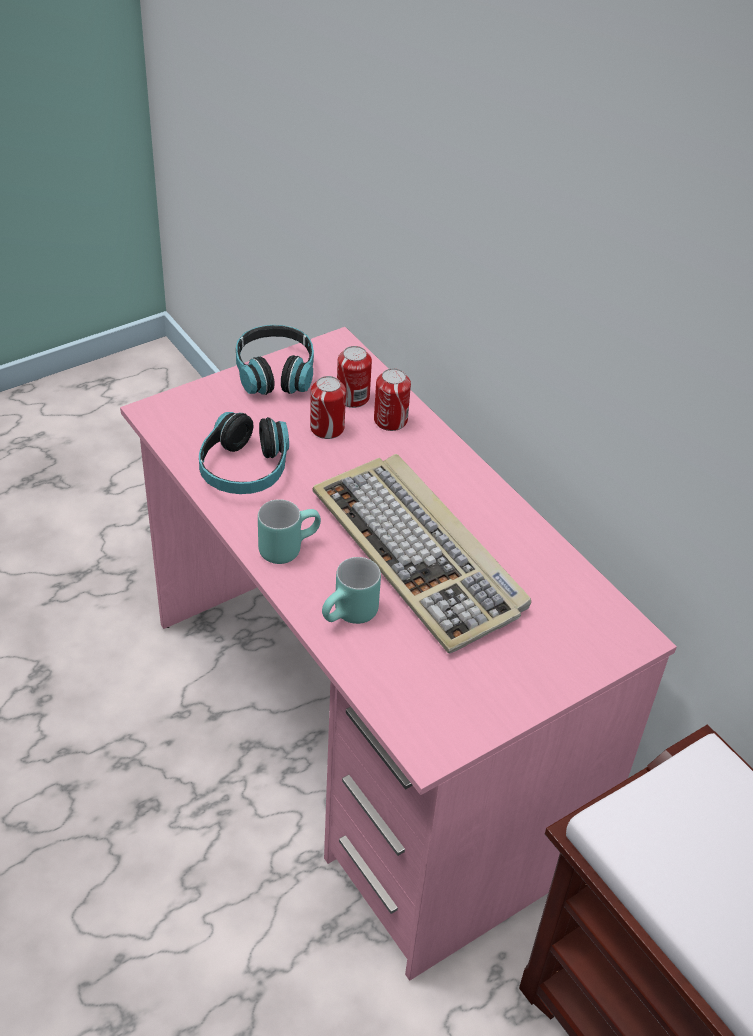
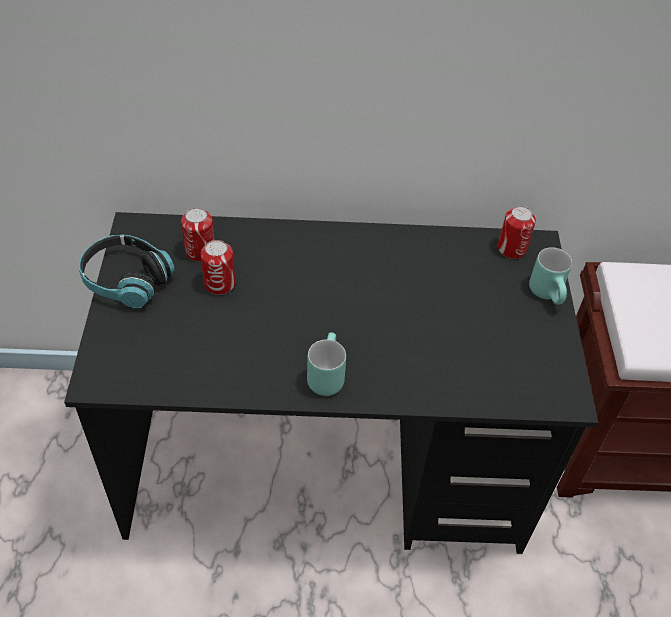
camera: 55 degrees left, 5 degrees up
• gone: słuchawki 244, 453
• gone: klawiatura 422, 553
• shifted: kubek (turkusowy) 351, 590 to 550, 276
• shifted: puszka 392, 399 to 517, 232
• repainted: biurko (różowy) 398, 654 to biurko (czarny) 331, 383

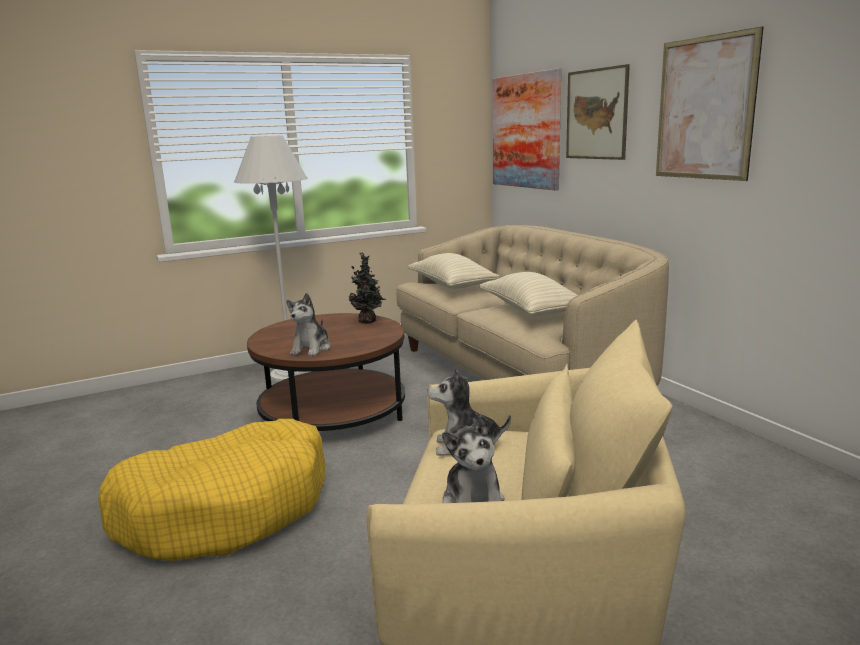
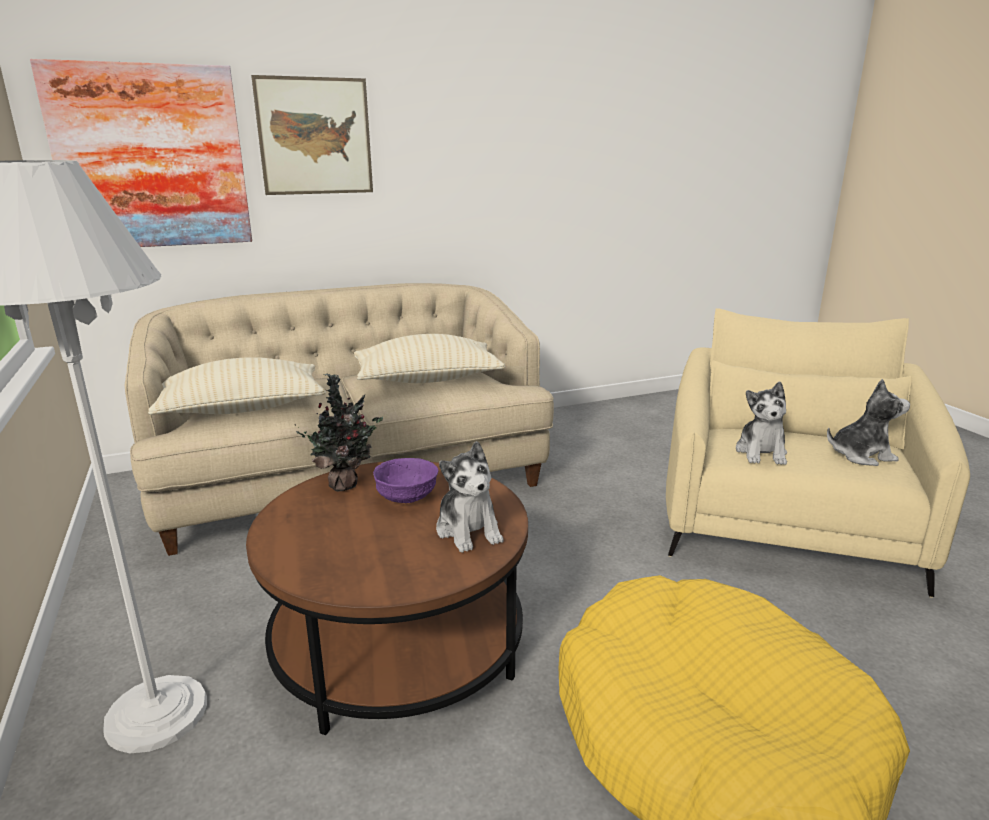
camera: 85 degrees left, 5 degrees up
• gone: obraz 710, 104
• new: miska (fioletowy) 406, 480
• rotated: pluszak 308, 324 = 470, 497 45 degrees clockwise

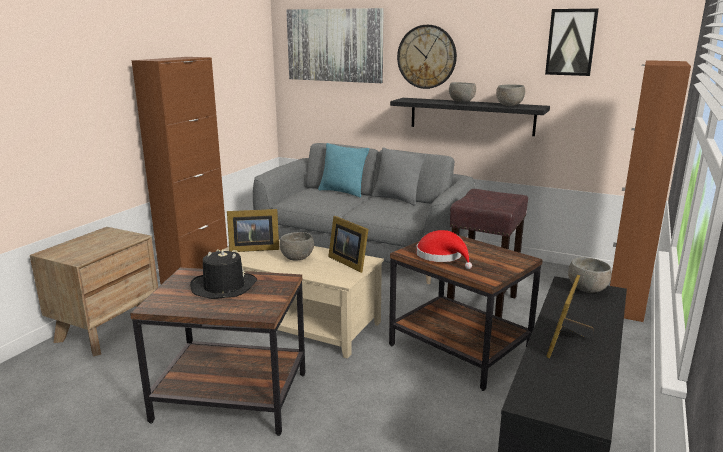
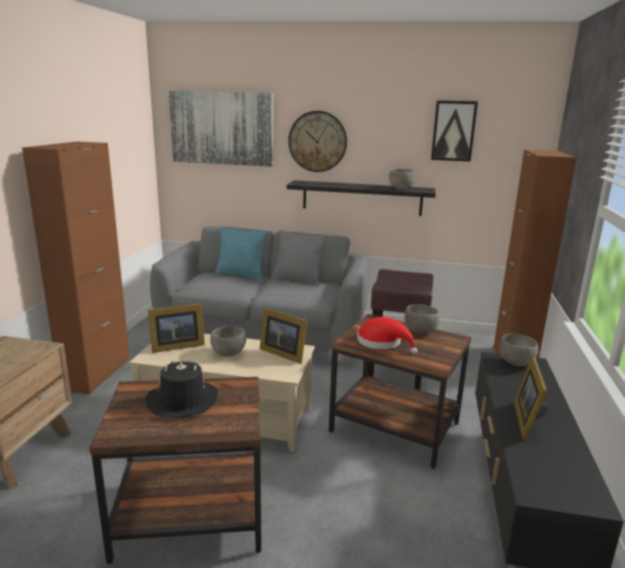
camera: 15 degrees left, 0 degrees up
• shifted: miska (szary) 462, 92 to 422, 319

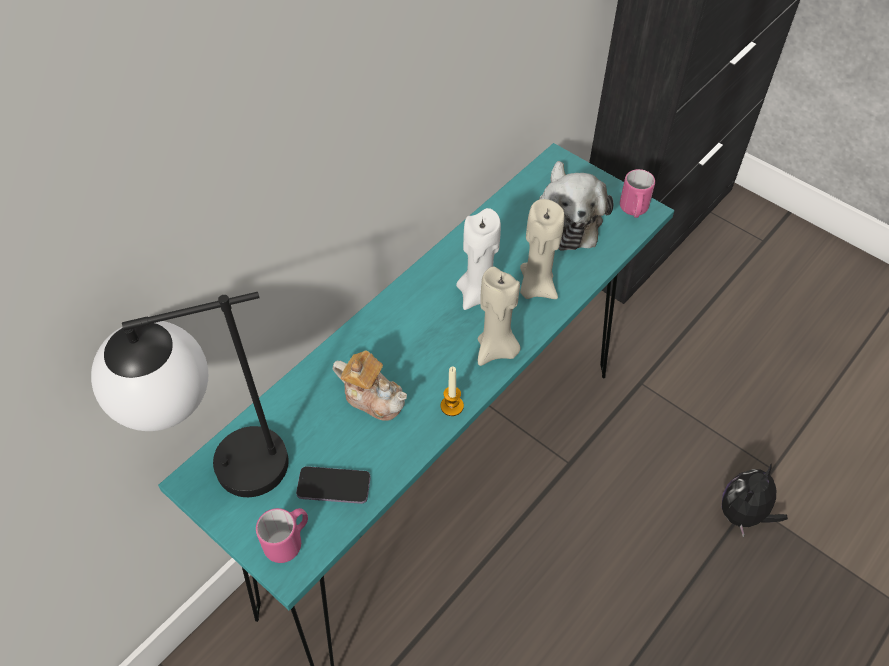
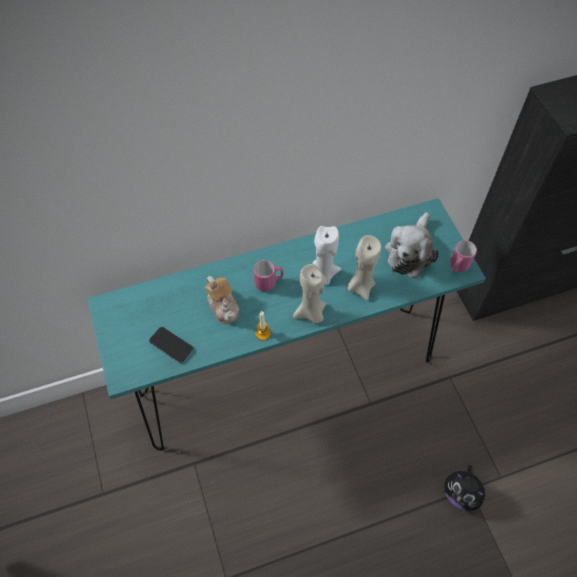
camera: 30 degrees right, 5 degrees up
• gone: lampa stołowa 189, 394
• shifted: kubek (różowy) 282, 535 to 268, 275
• rotated: pluszak 755, 500 = 466, 488 120 degrees counterclockwise

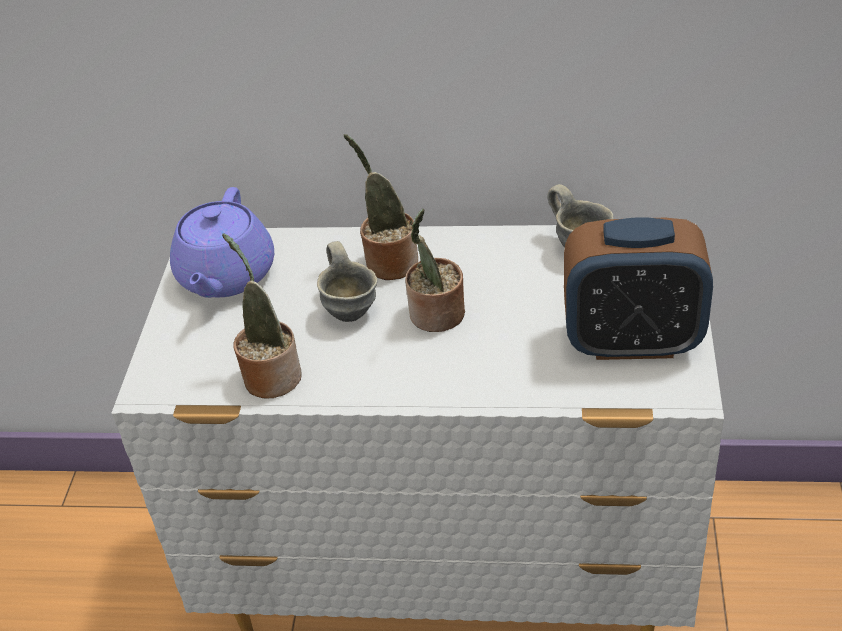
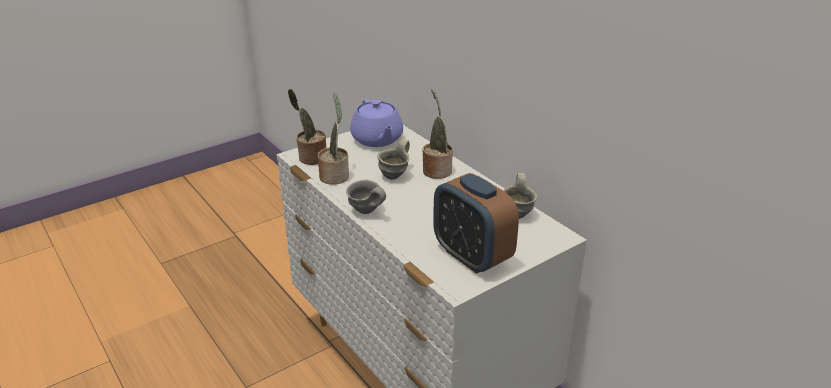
camera: 45 degrees right, 10 degrees down
• new: kubek (szary) 366, 197
• shifted: roślina doniczkowa 435, 270 to 307, 127
• rotated: imbryk (fioletowy) 222, 242 = 376, 123 75 degrees counterclockwise

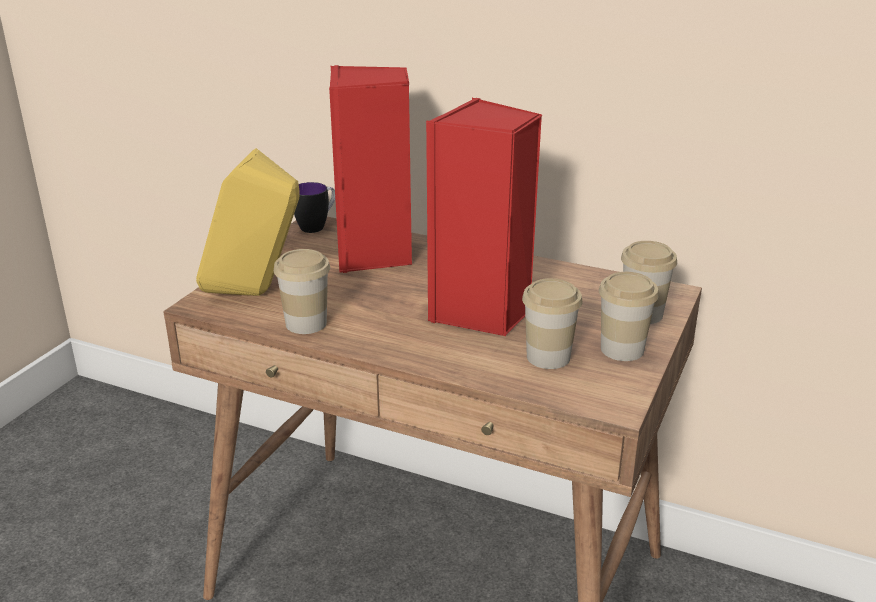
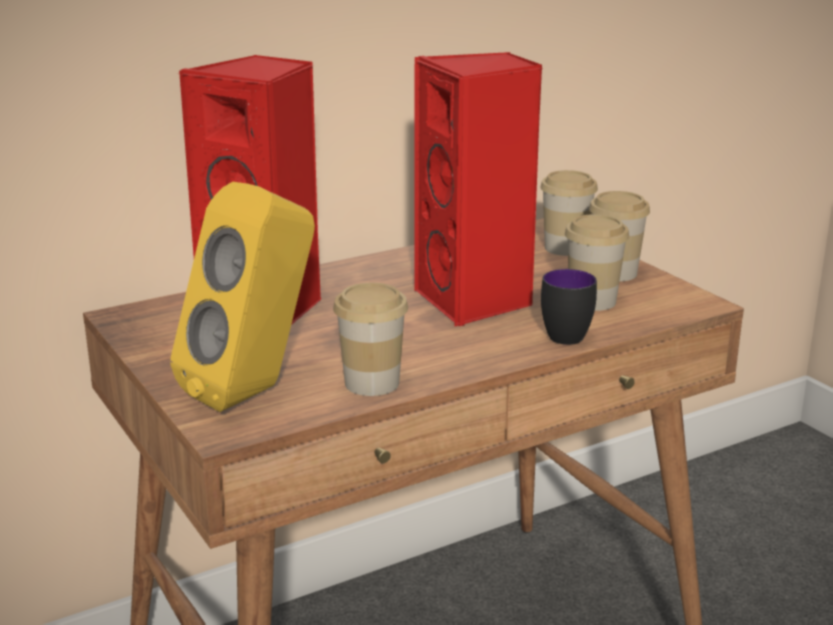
camera: 55 degrees left, 5 degrees down
• shifted: kubek 314, 207 to 569, 307

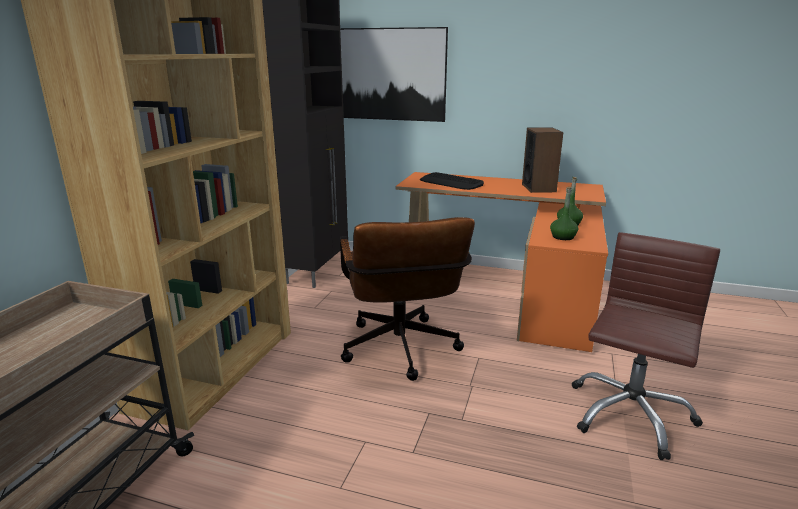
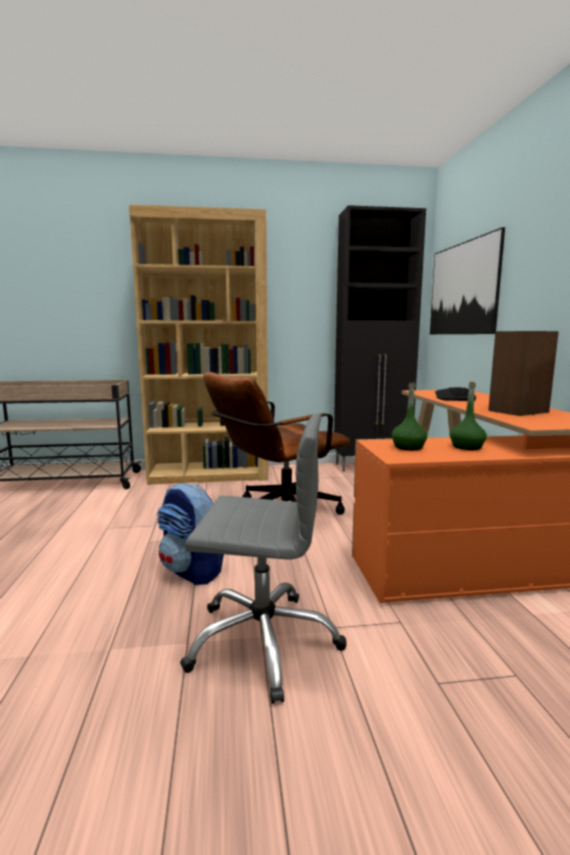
camera: 65 degrees right, 10 degrees down
• new: plecak 190, 534
• repainted: krzesło biurowe (brązowy) 646, 346 to krzesło biurowe (szary) 263, 558

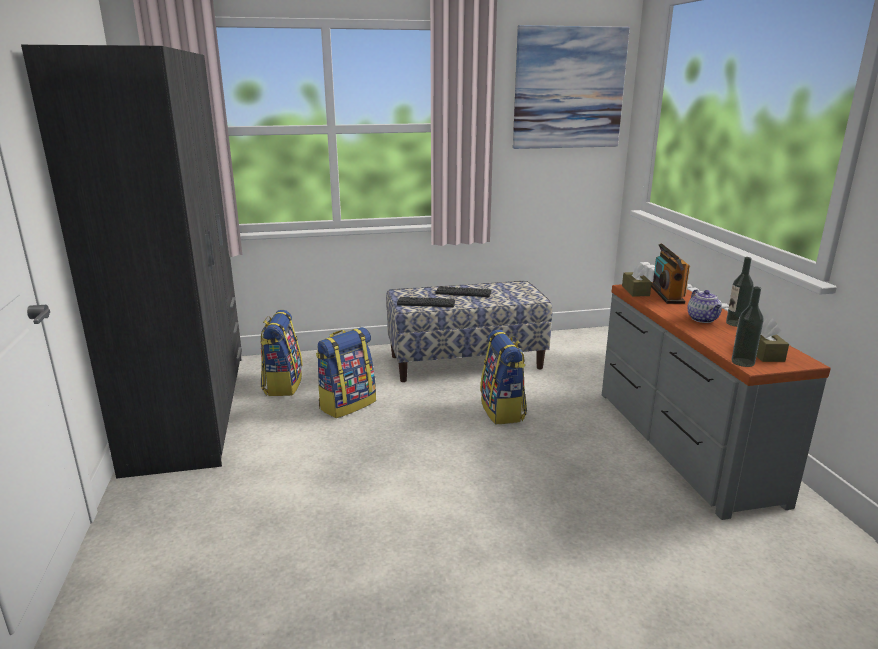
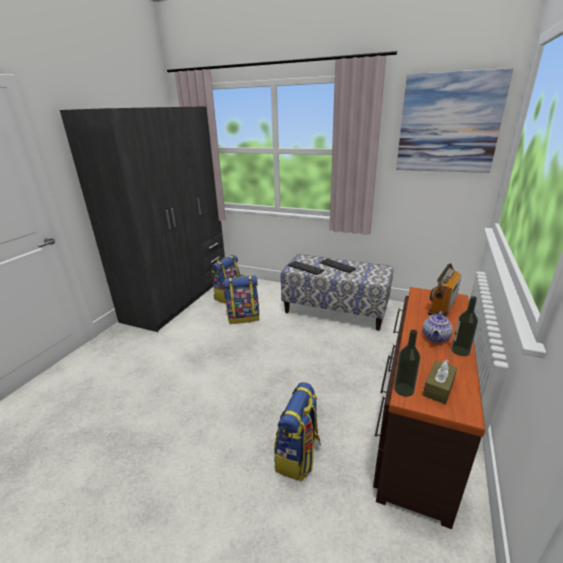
camera: 35 degrees right, 5 degrees up
• gone: pudełko chusteczek (brązowy) 637, 279
• shifted: plecak 503, 377 to 297, 431
• repainted: komoda (szary) 716, 401 to komoda (brązowy) 429, 408

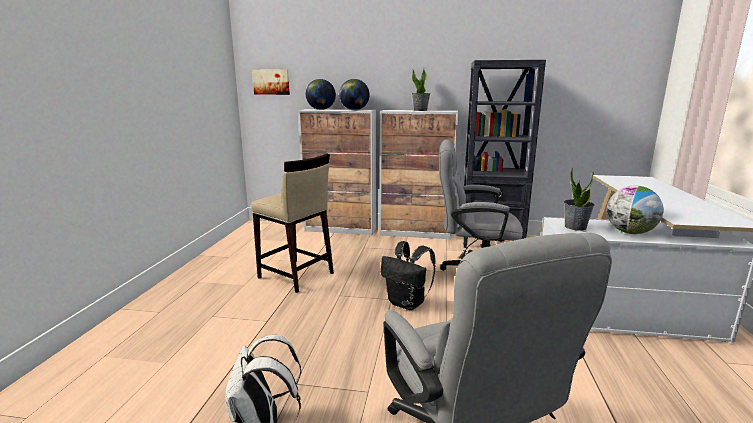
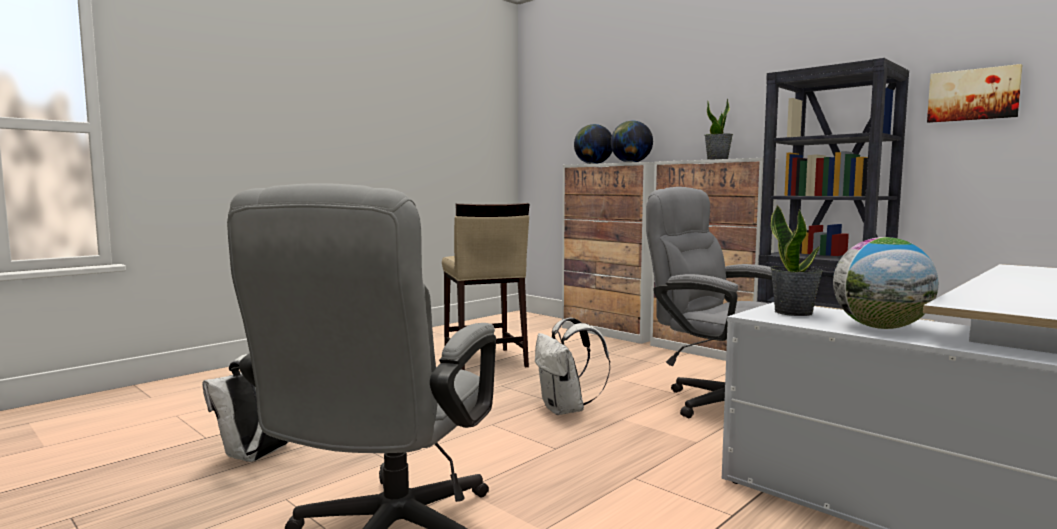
camera: 35 degrees right, 10 degrees down
• shifted: obraz 271, 82 to 974, 93
• repainted: plecak (czarny) 408, 275 to plecak (biały) 572, 366

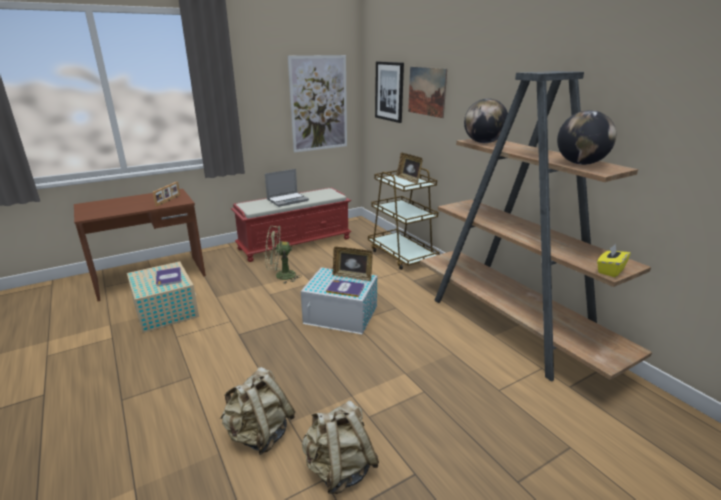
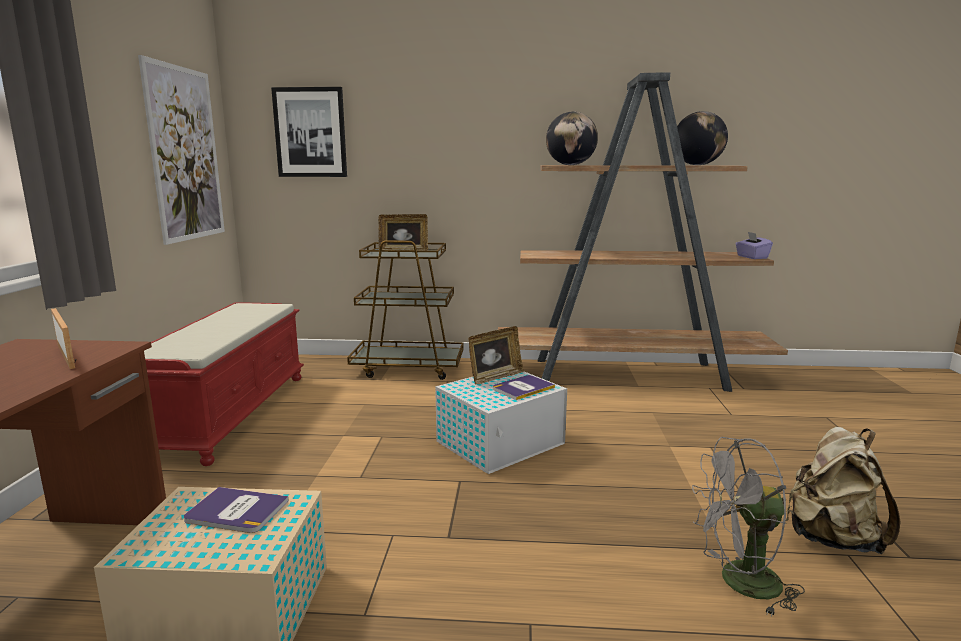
camera: 55 degrees left, 10 degrees down
• gone: laptop 287, 188
• gone: wentylator (zielony) 283, 255
• gone: obraz 427, 92
• swapped: plecak (beżowy) 257, 411 to wentylator (szary) 748, 527
• repainted: pudełko chusteczek (żółty) 613, 260 to pudełko chusteczek (fioletowy) 754, 245

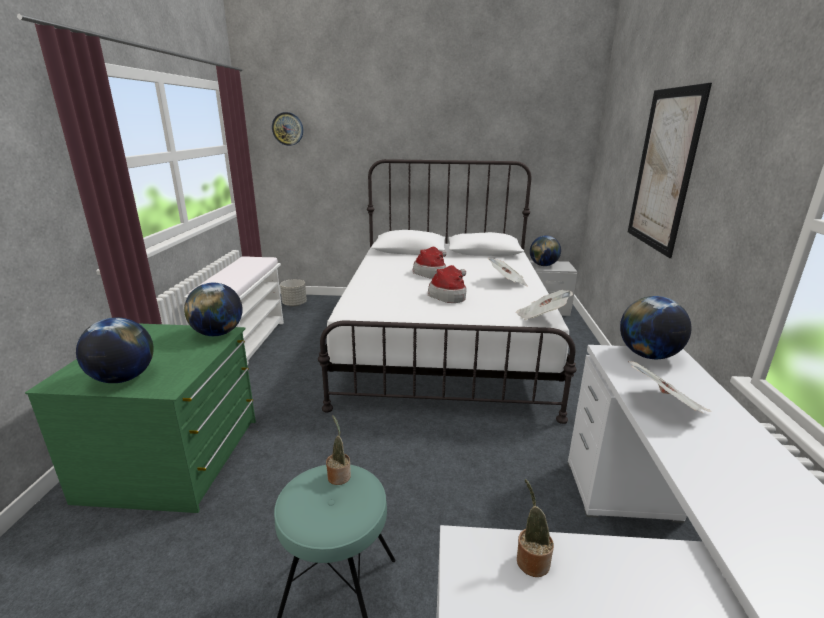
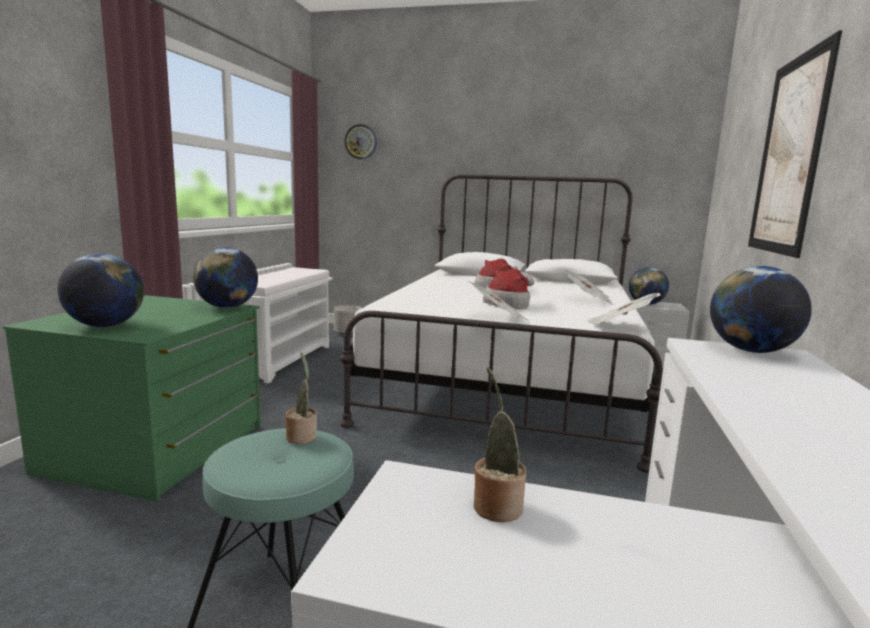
camera: 10 degrees right, 10 degrees down
• shifted: gazeta 670, 387 to 498, 301

